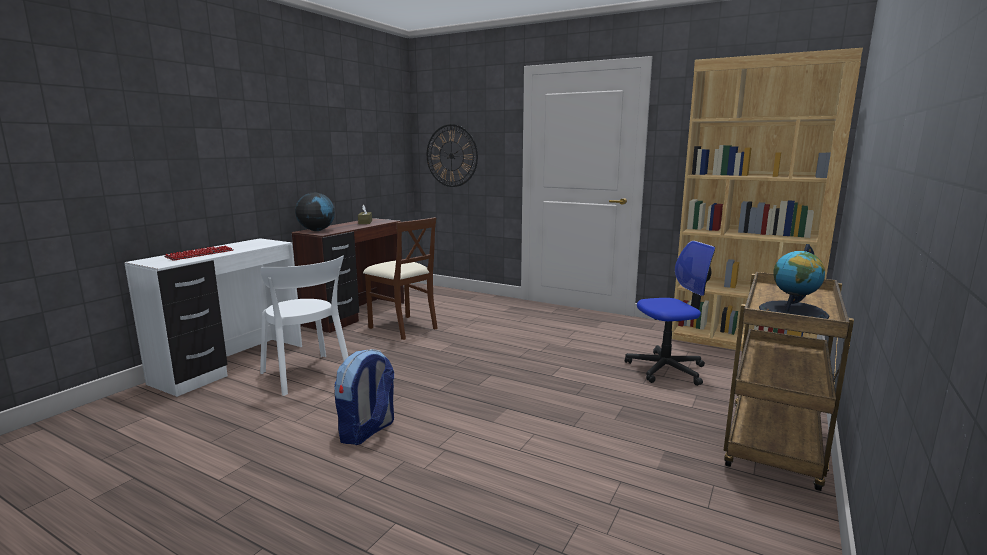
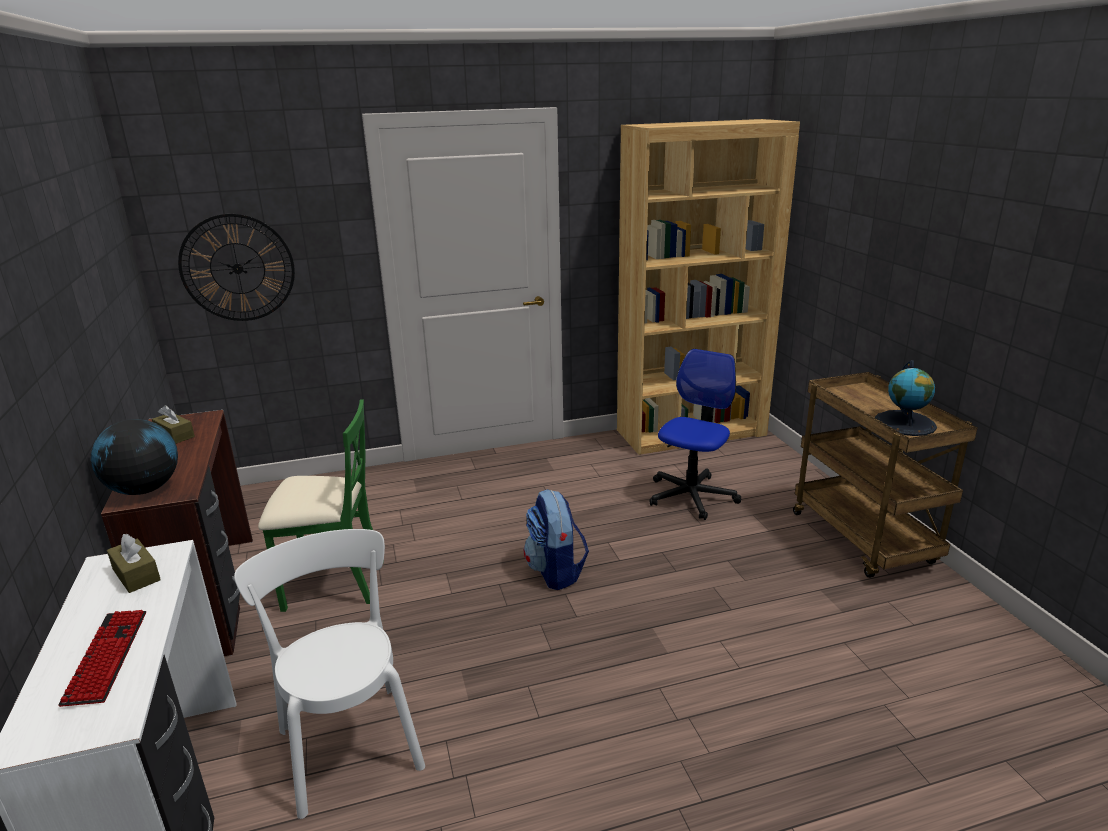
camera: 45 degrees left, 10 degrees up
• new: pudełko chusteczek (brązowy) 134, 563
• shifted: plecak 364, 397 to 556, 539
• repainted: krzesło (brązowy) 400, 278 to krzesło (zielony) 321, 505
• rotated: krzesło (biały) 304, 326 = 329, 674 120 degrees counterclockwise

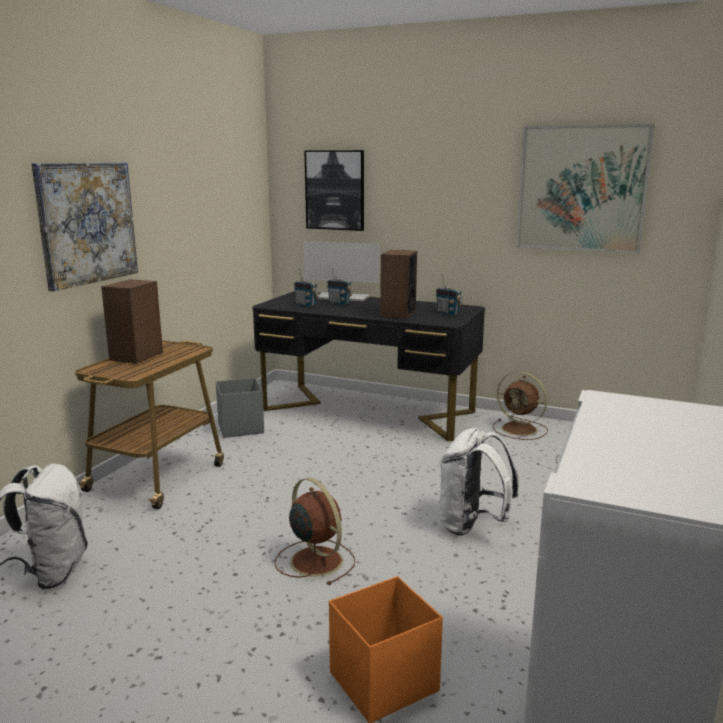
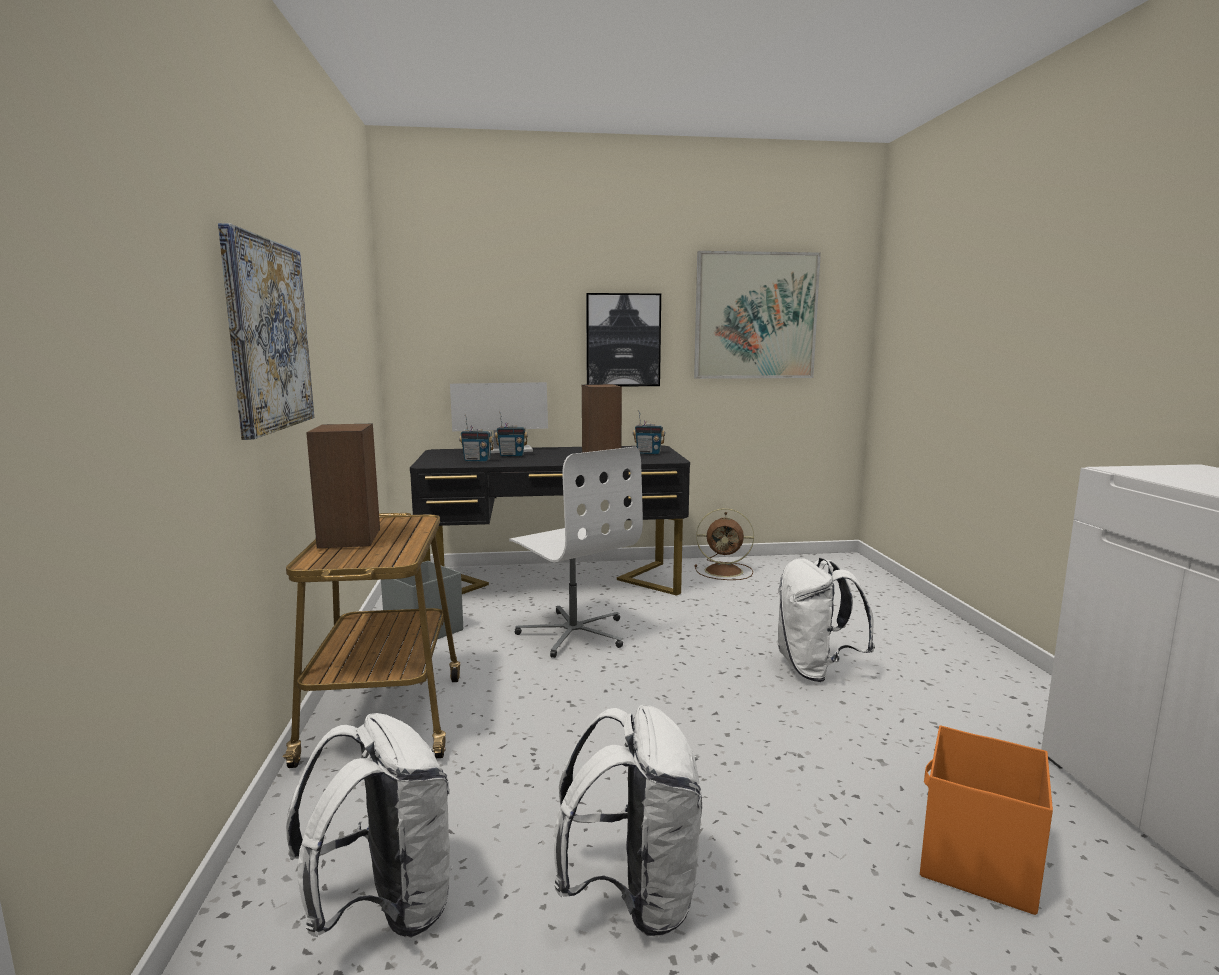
camera: 30 degrees left, 5 degrees down
• gone: wentylator (brązowy) 315, 531
• new: krzesło biurowe (biały) 576, 552
• new: plecak (biały) 628, 821
• shifted: obraz 334, 190 to 623, 340

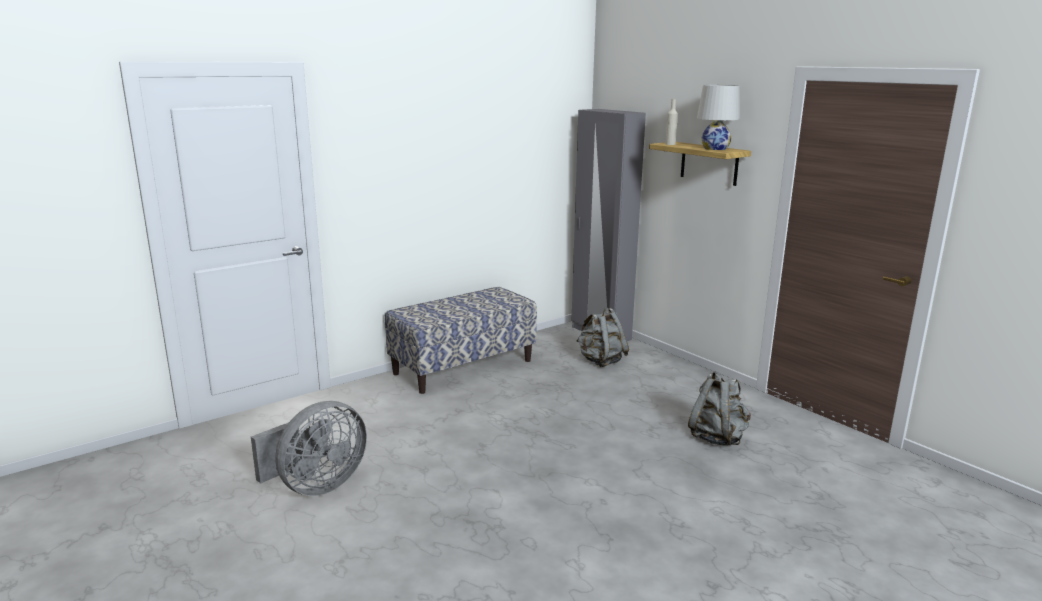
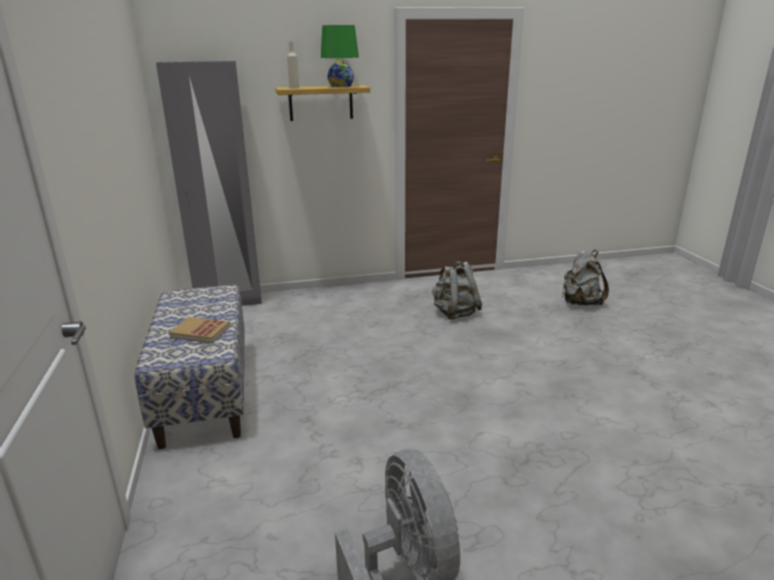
camera: 65 degrees left, 5 degrees up
• new: książka 200, 330
• shifted: plecak (szary) 603, 337 to 585, 278
• repainted: lampa stołowa (biały) 718, 117 to lampa stołowa (zielony) 340, 56

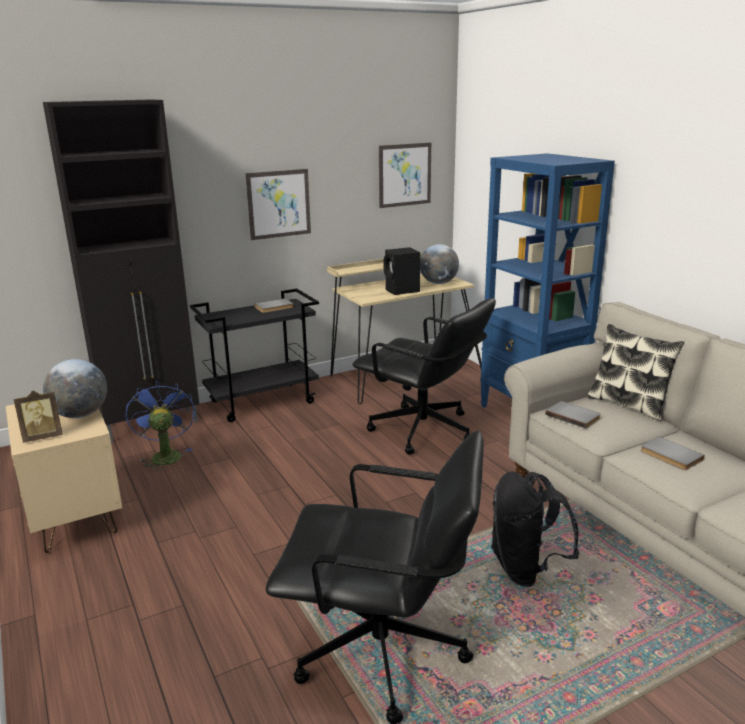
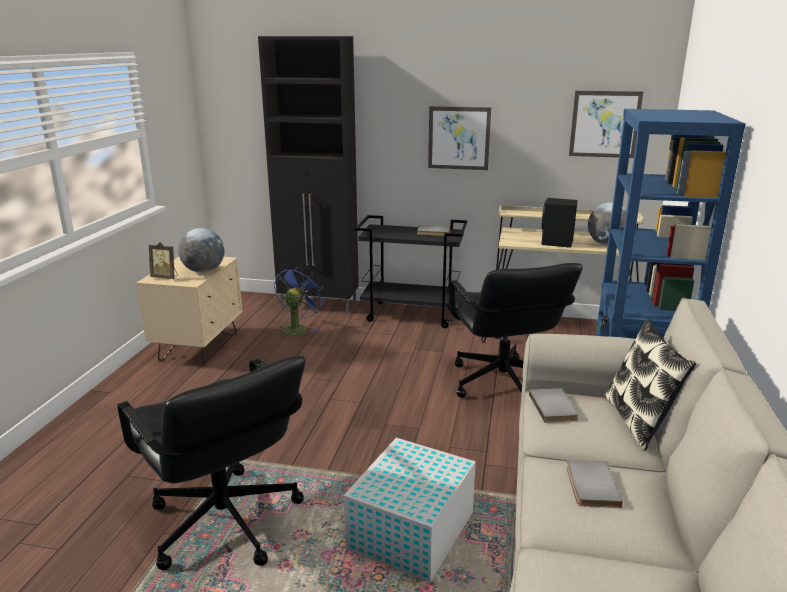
camera: 40 degrees right, 0 degrees up
• swapped: plecak (czarny) 535, 529 to pojemnik do przechowywania (biały) 410, 510

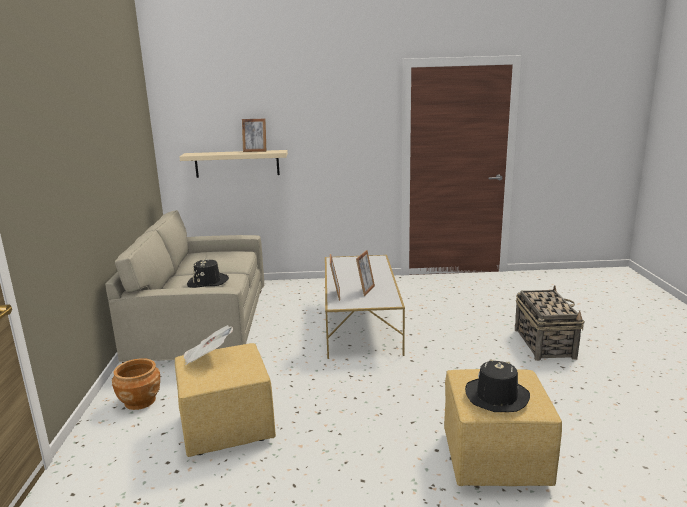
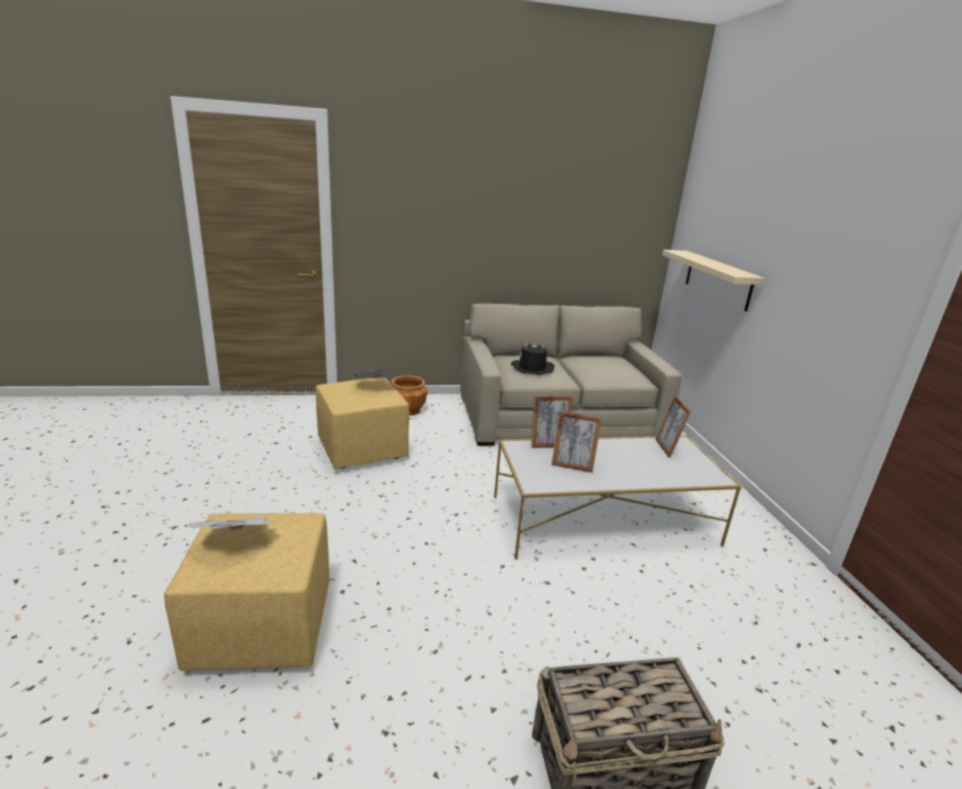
camera: 80 degrees right, 5 degrees up
• shifted: ramka na zdjęcie 254, 135 to 673, 426
• swapped: kapelusz (czarny) 497, 385 to gazeta 230, 523

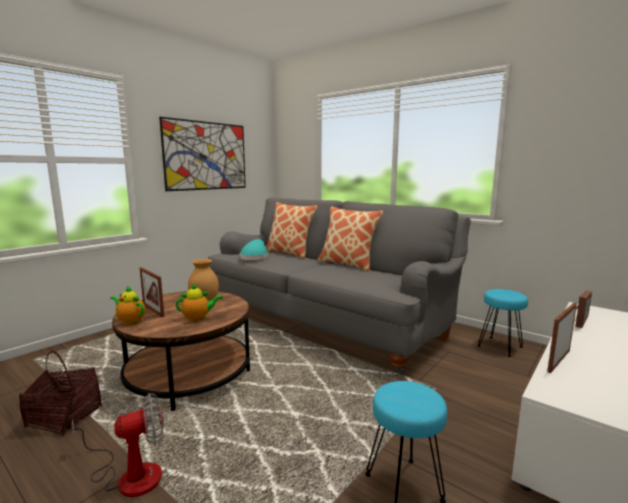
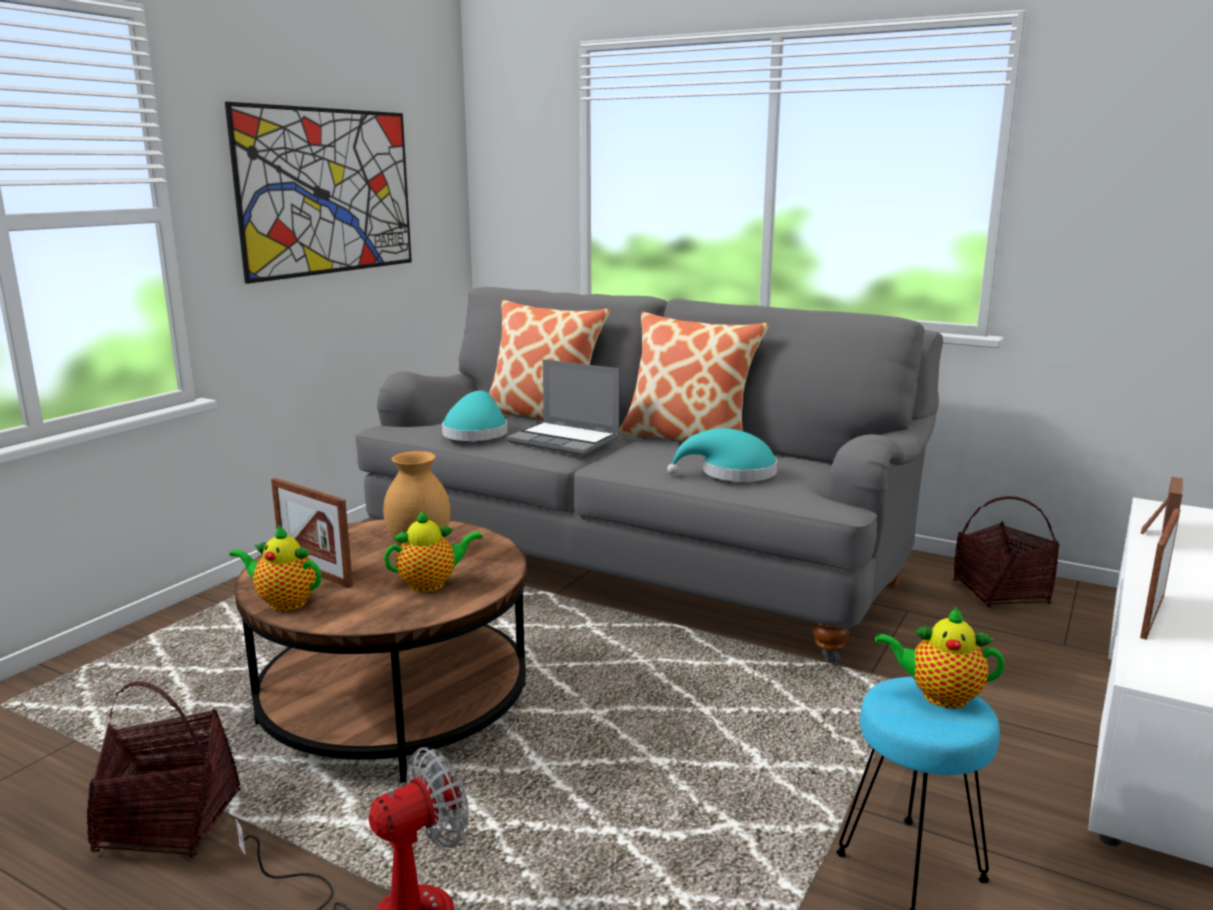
camera: 10 degrees left, 5 degrees up
• new: laptop 563, 407
• new: kapelusz (turkusowy) 722, 455
• new: imbryk 939, 658
• swapped: stołek (turkusowy) 502, 323 to koszyk 1006, 551

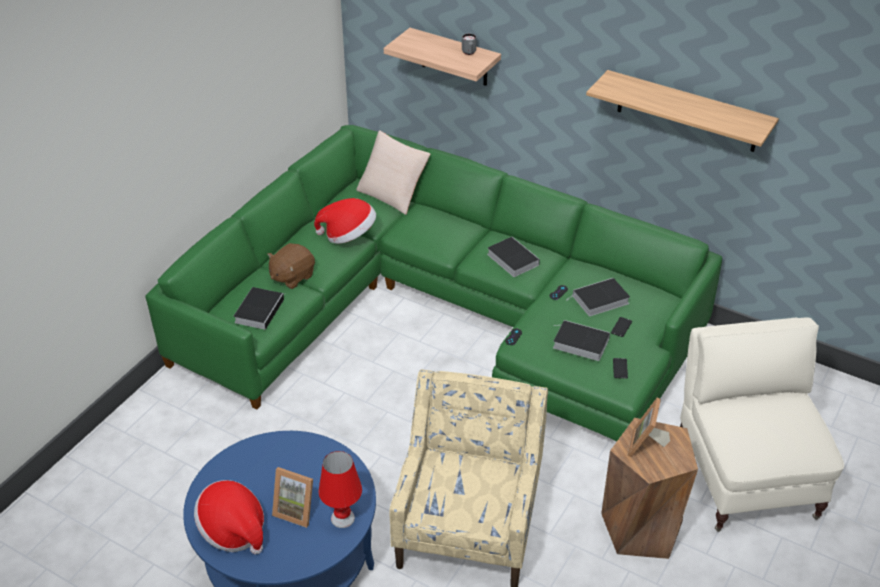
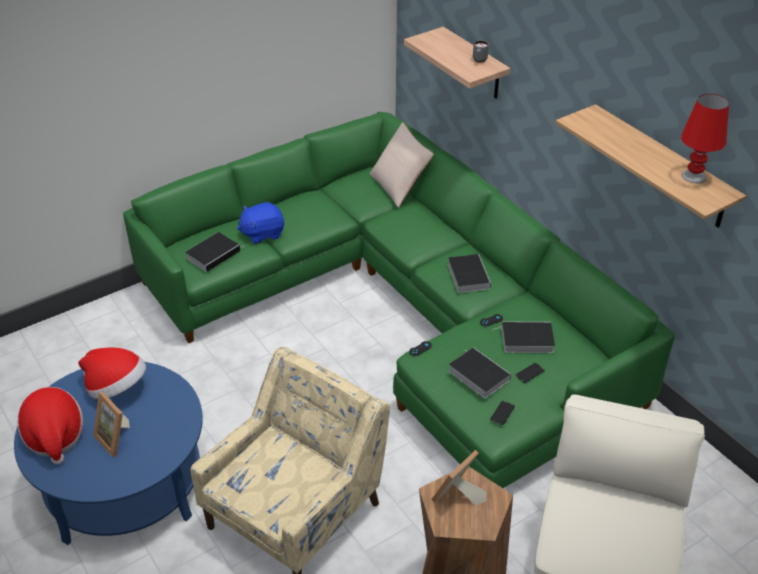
camera: 25 degrees right, 0 degrees up
• shifted: kapelusz 345, 221 to 112, 373
• shifted: lampa stołowa (czerwony) 340, 489 to 705, 138
• repainted: pluszak (brązowy) 291, 266 to pluszak (niebieski) 260, 223

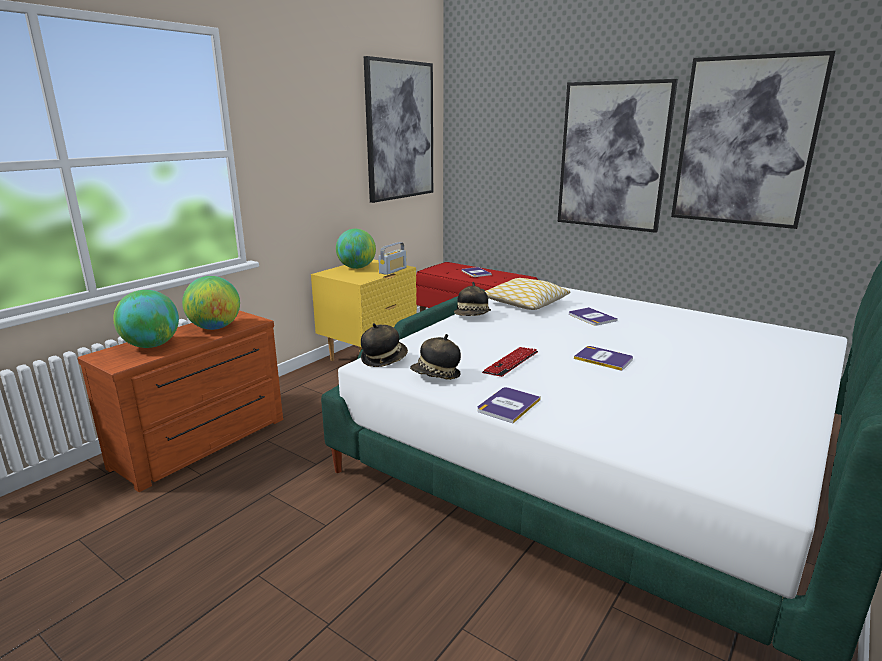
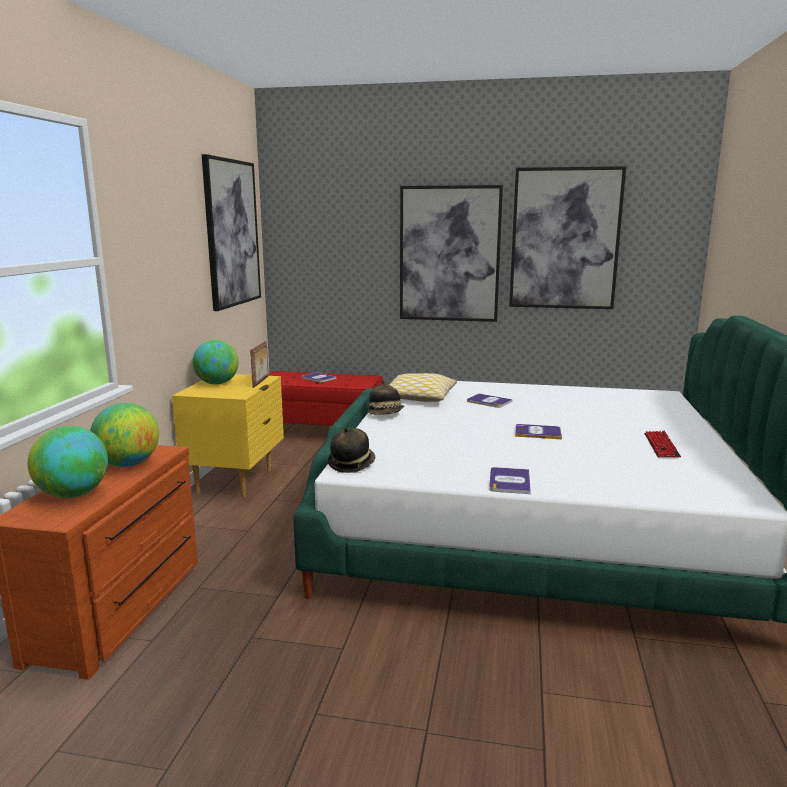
camera: 25 degrees left, 5 degrees down
• gone: kapelusz 435, 357
• shifted: klawiatura 510, 362 to 662, 444
• swapped: radio 392, 258 to ramka na zdjęcie 259, 364

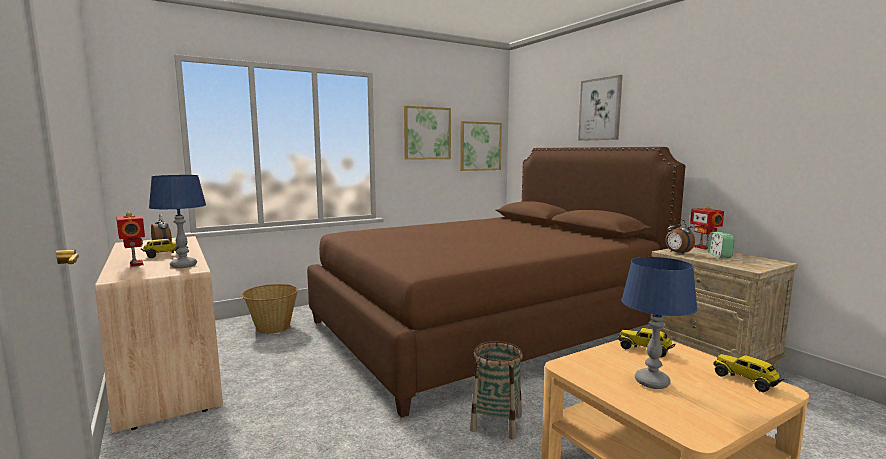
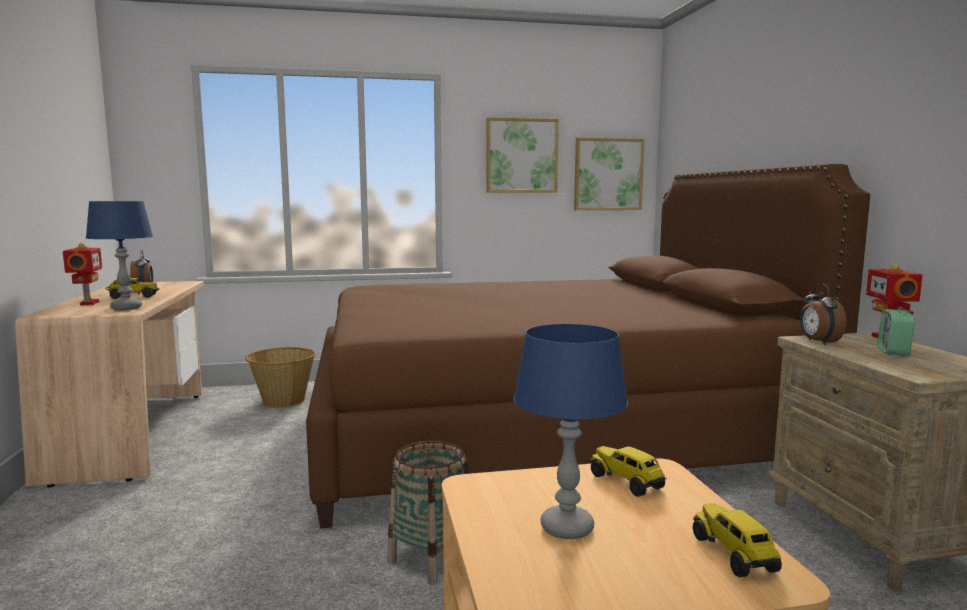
camera: 20 degrees right, 0 degrees up
• gone: obraz 600, 108

